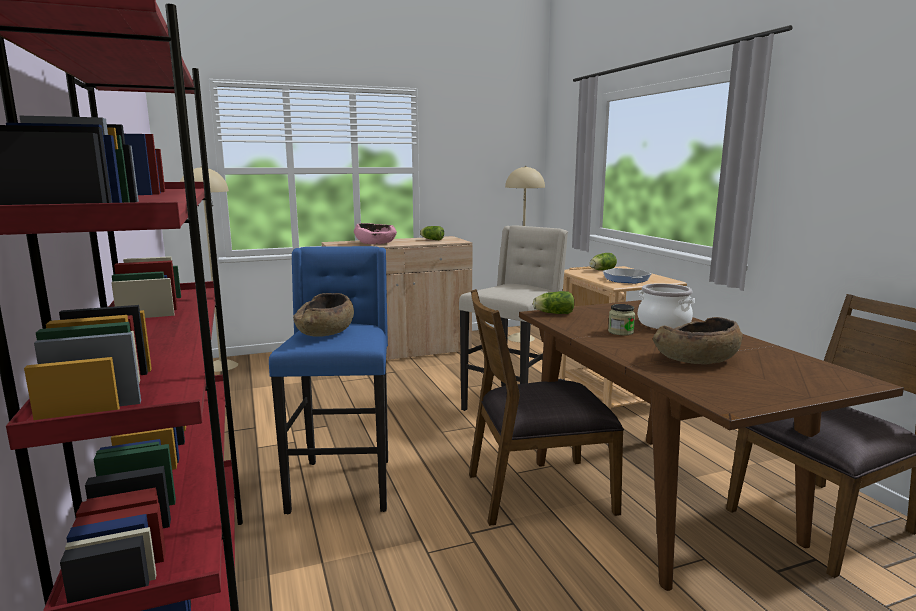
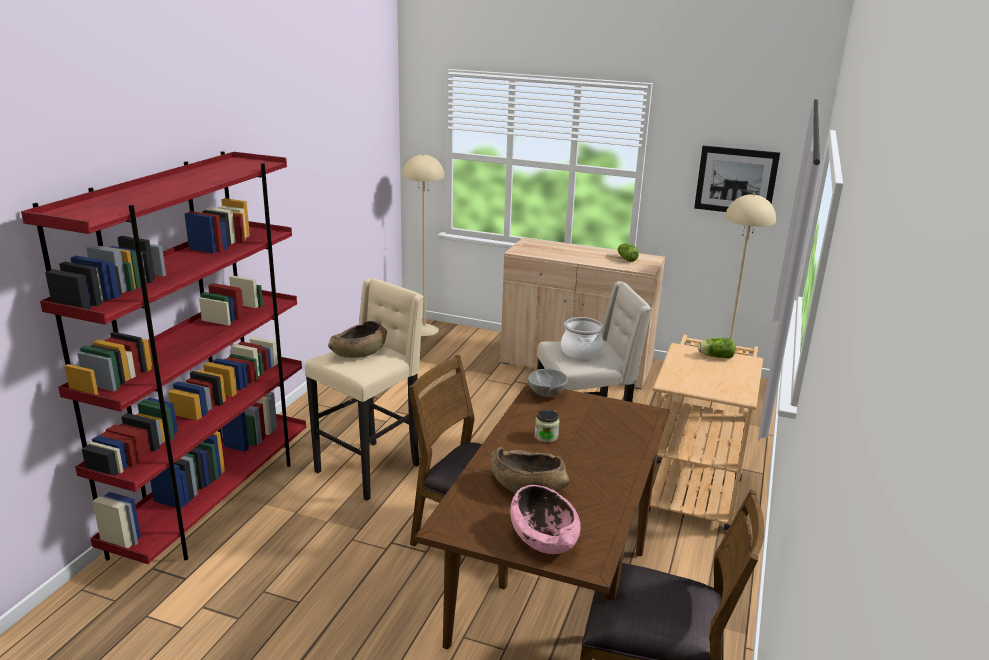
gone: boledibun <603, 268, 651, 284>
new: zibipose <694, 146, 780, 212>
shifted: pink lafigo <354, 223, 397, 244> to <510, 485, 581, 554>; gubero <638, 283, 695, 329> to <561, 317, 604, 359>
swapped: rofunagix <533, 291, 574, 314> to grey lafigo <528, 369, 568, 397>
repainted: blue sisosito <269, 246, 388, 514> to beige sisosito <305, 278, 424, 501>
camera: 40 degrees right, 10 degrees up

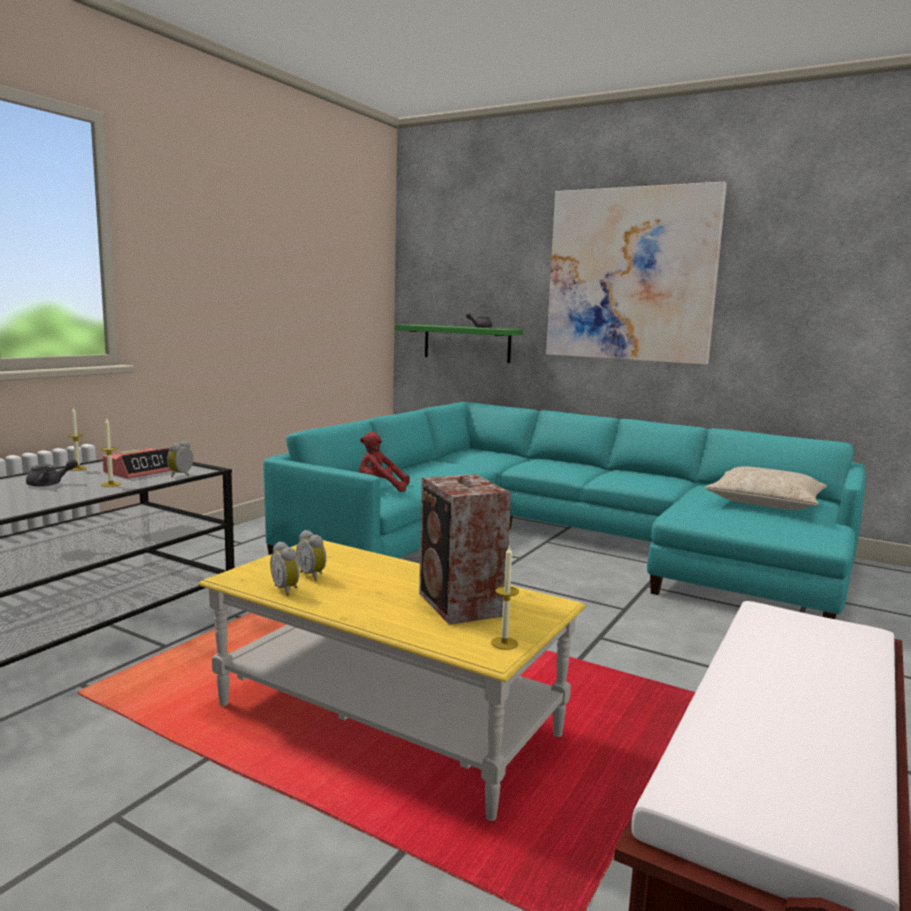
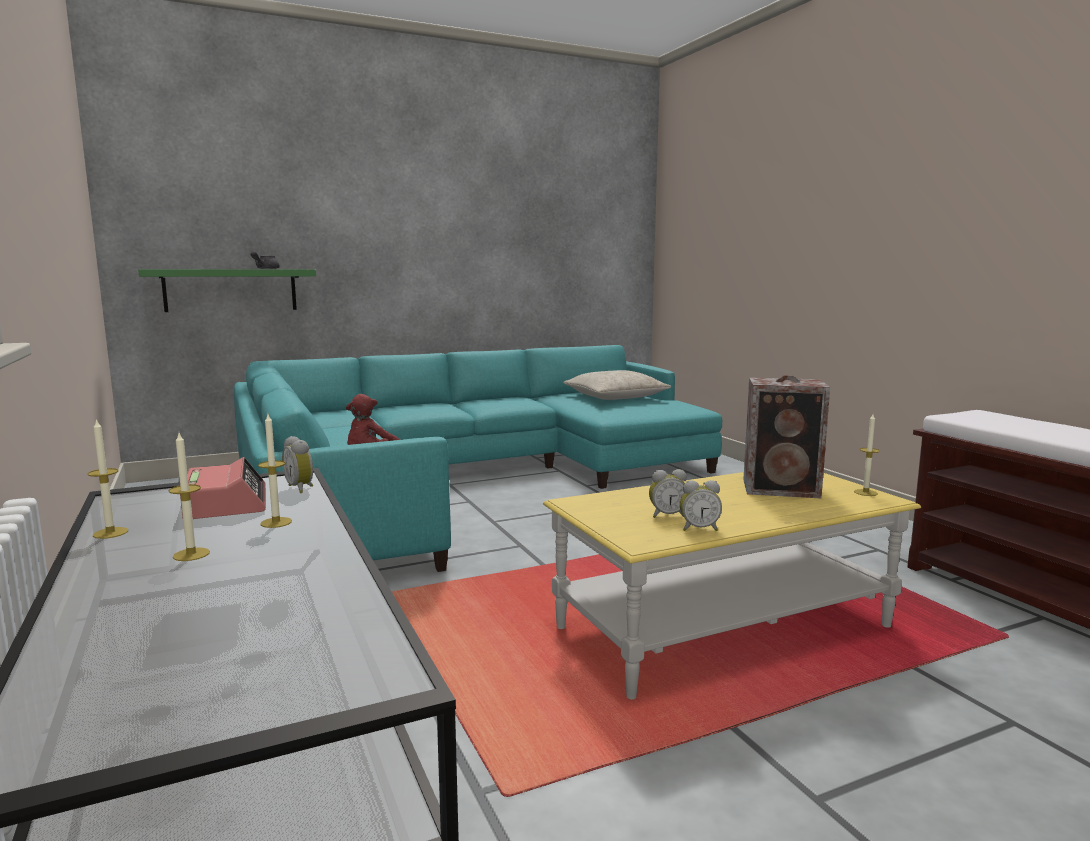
gone: zibipose <546, 182, 727, 365>
swapped: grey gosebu <26, 459, 78, 487> to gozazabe <168, 433, 210, 561>
camera: 55 degrees left, 0 degrees up

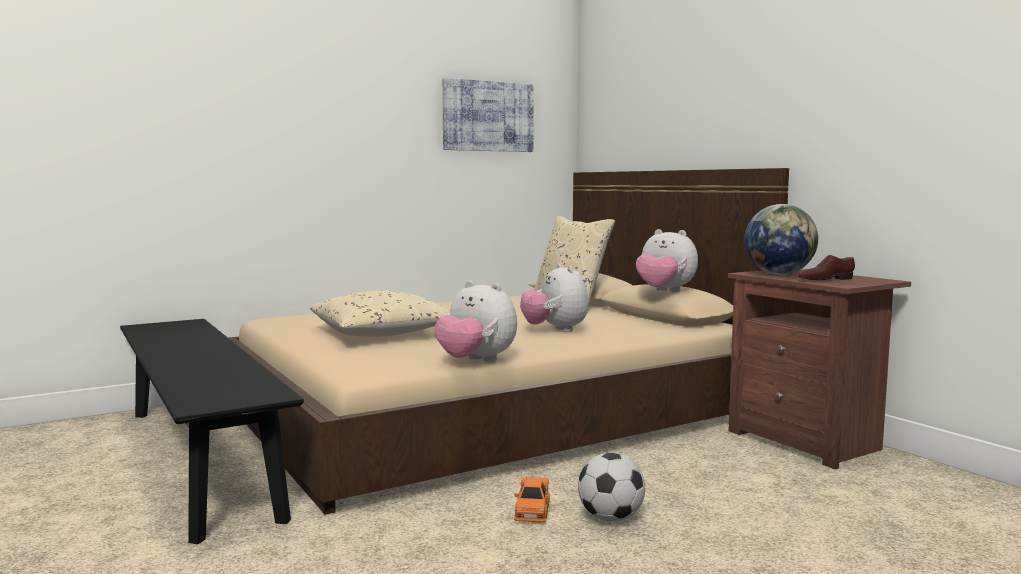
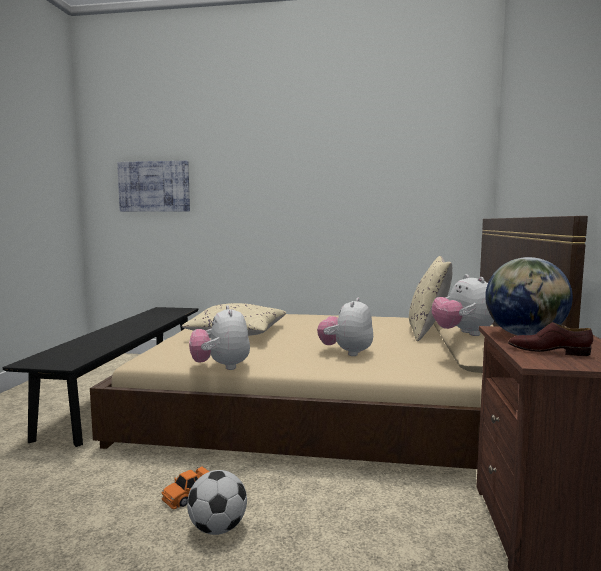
shifted: zibipose <442, 78, 534, 152> to <117, 161, 190, 212>
camera: 40 degrees right, 0 degrees up

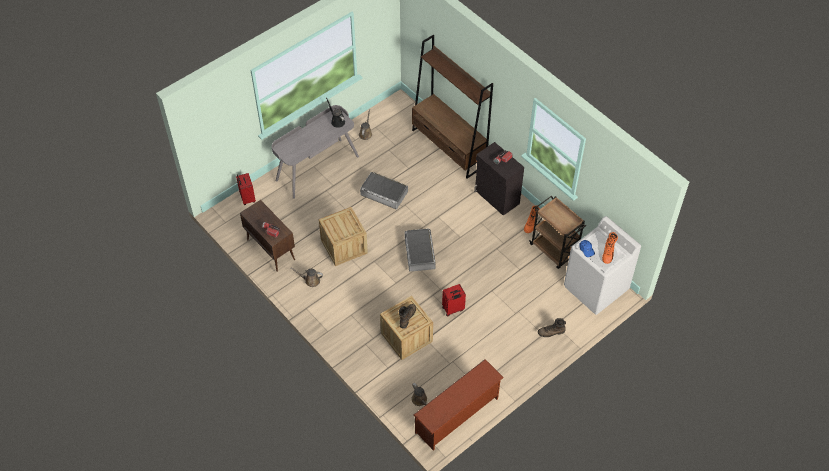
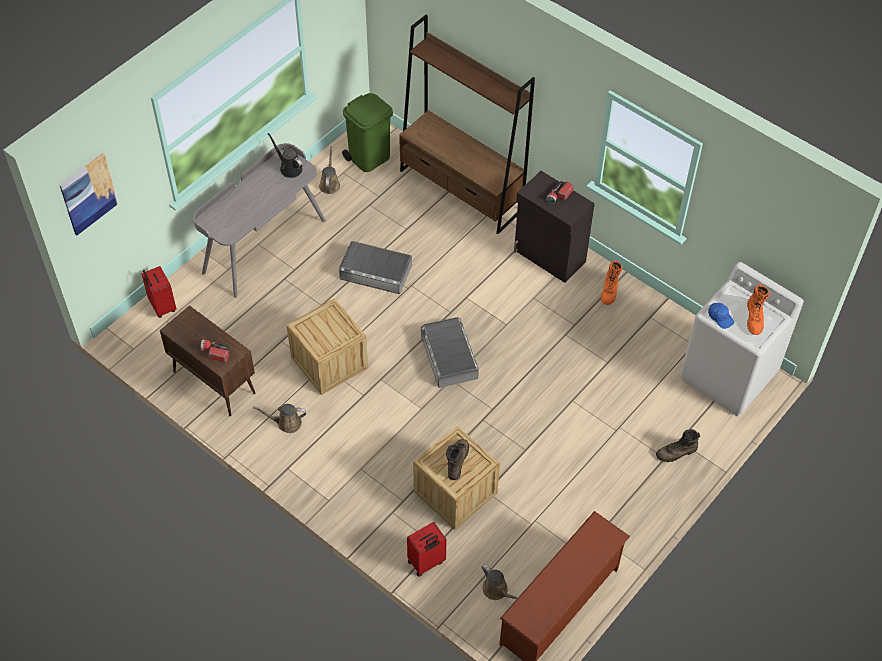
gone: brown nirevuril <529, 196, 586, 269>
new: zibipose <59, 153, 118, 235>; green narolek <342, 93, 393, 172>
shifted: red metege <442, 284, 466, 317> to <407, 522, 447, 577>
camera: 10 degrees left, 0 degrees up

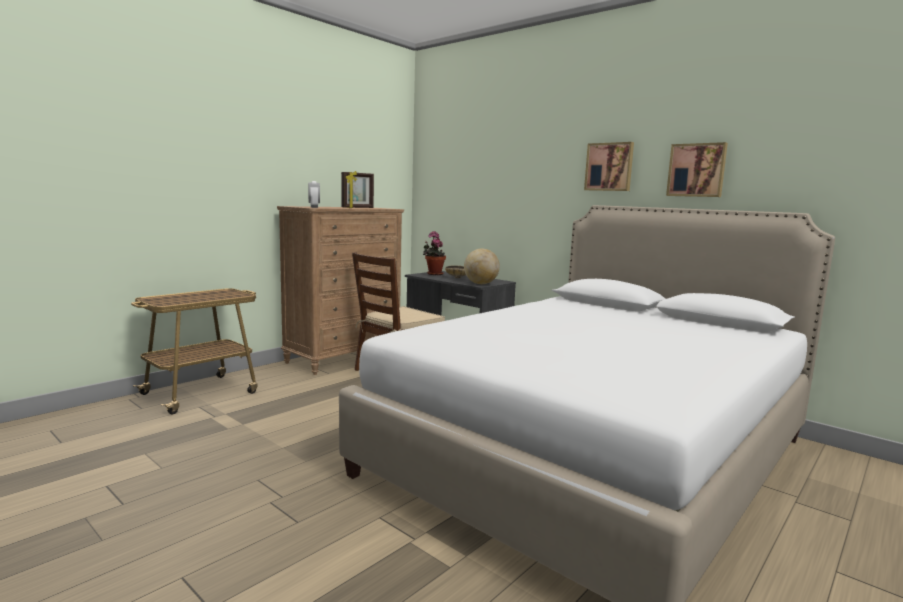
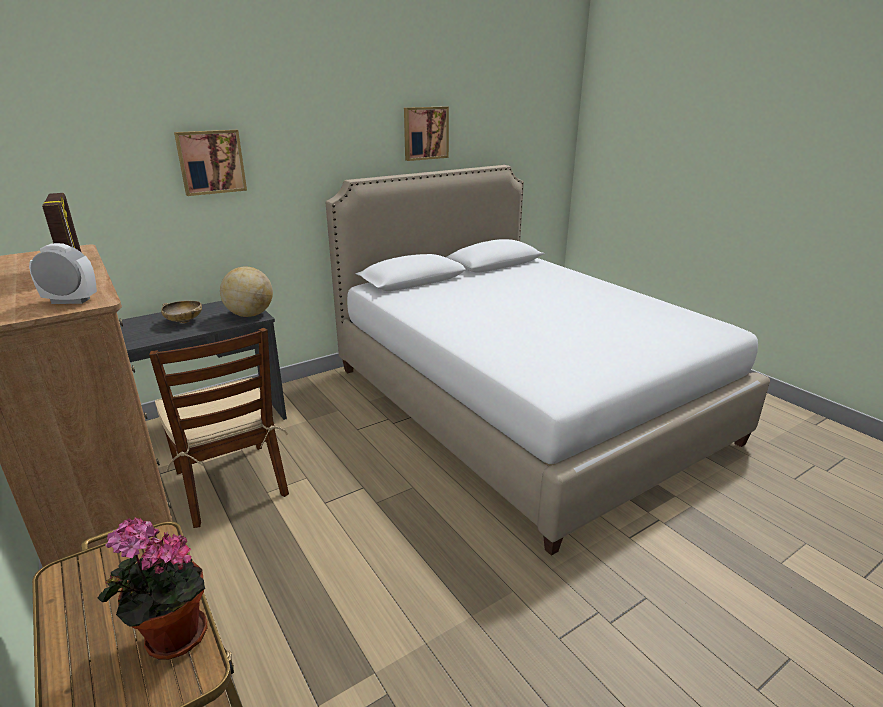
shifted: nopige <423, 231, 446, 275> to <98, 517, 208, 660>; zibipose <584, 142, 634, 191> to <174, 130, 247, 196>
camera: 75 degrees left, 15 degrees up

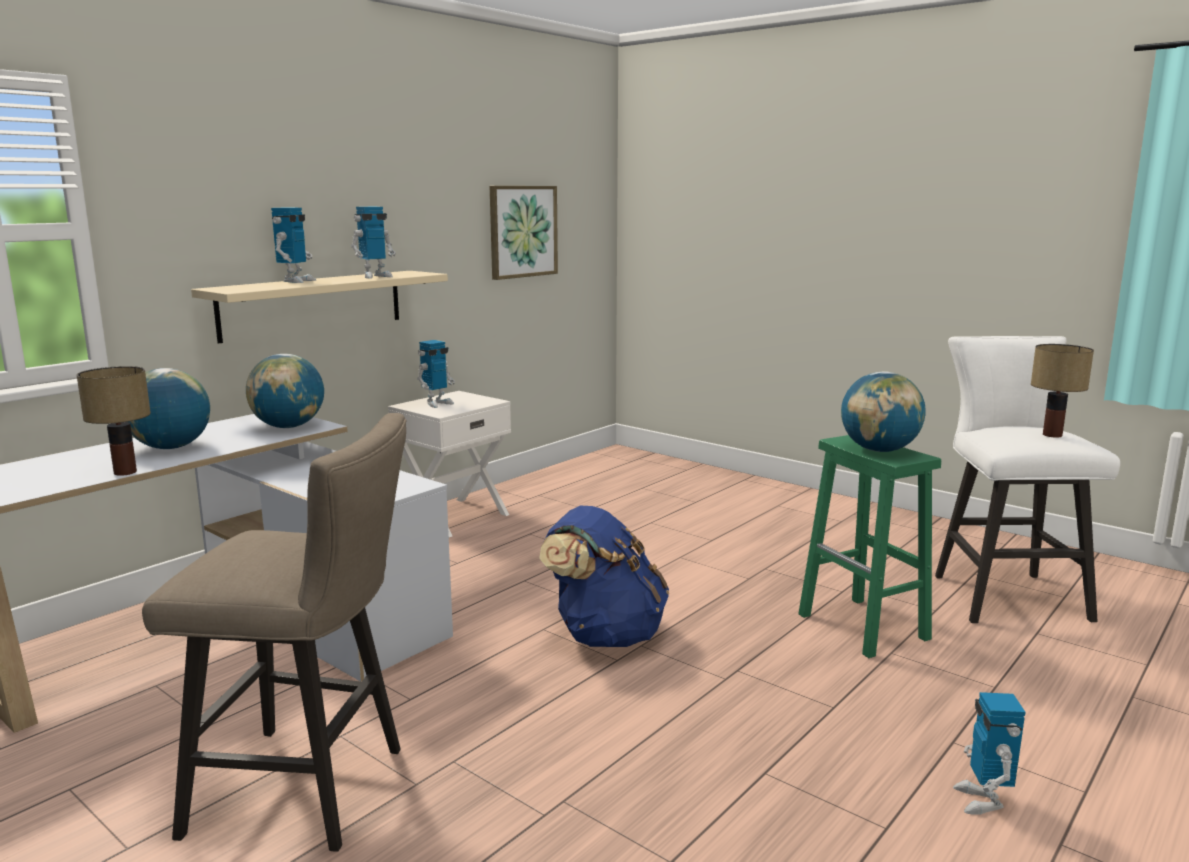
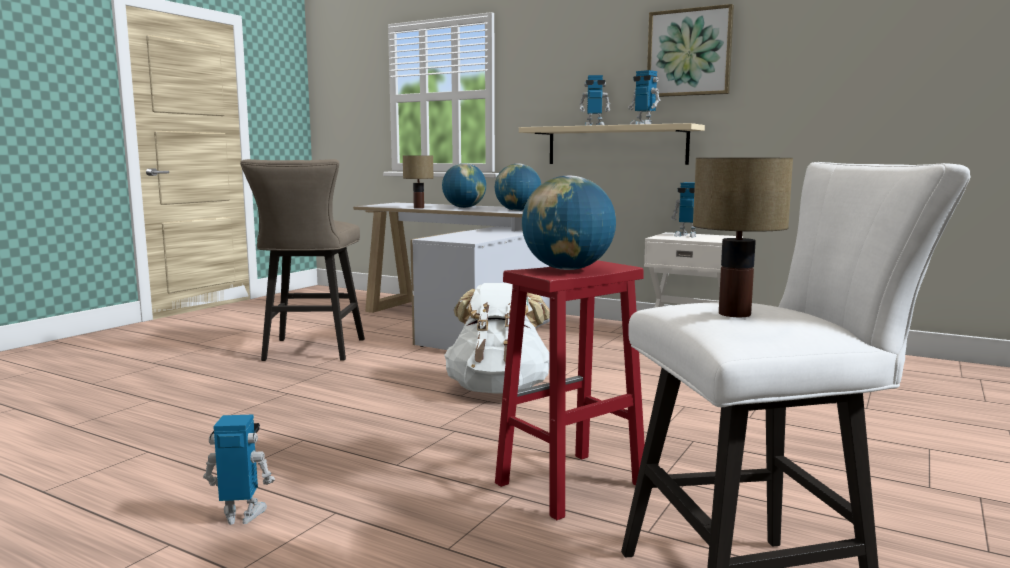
shifted: zibipose <490, 186, 558, 280> to <647, 4, 734, 97>
repainted: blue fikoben <539, 506, 669, 647> to white fikoben <444, 283, 550, 393>; green sisosito <798, 435, 941, 658> to red sisosito <495, 260, 645, 520>
camera: 80 degrees right, 5 degrees down

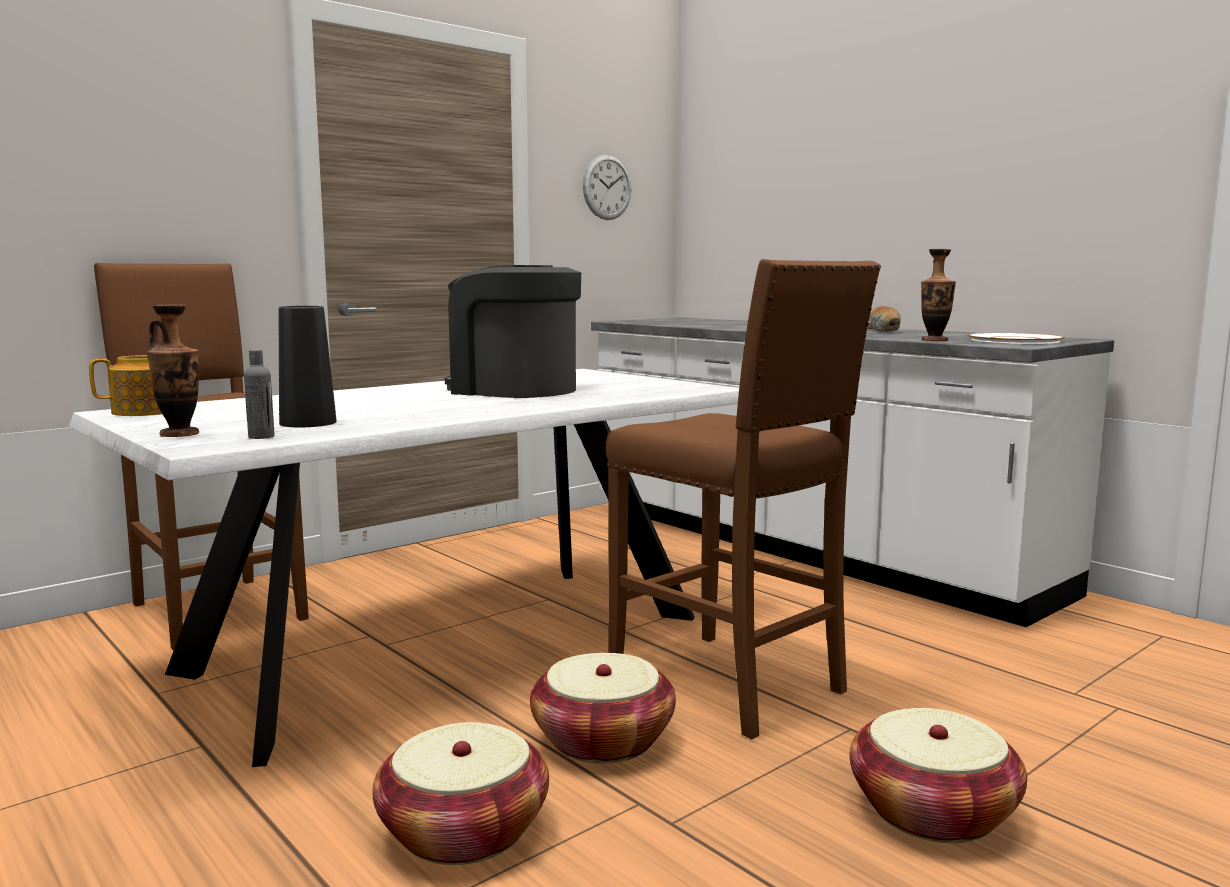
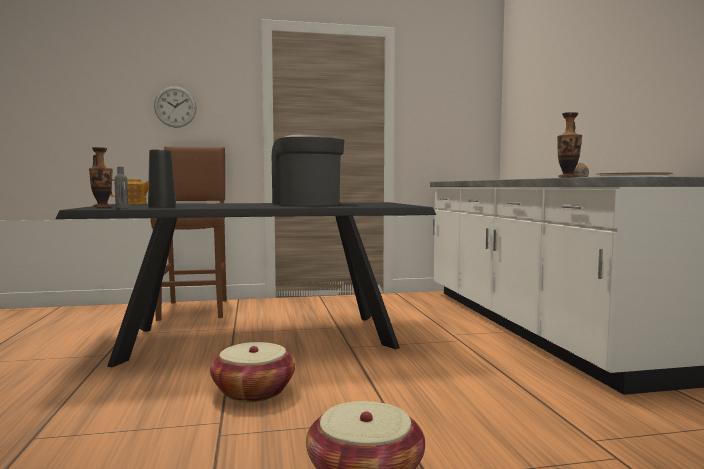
gone: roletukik <372, 722, 549, 865>; brown sisosito <606, 259, 881, 739>
shifted: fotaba <583, 155, 631, 220> to <154, 86, 197, 128>
repainted: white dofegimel <69, 369, 739, 767> to black dofegimel <56, 202, 436, 367>
camera: 30 degrees right, 5 degrees down

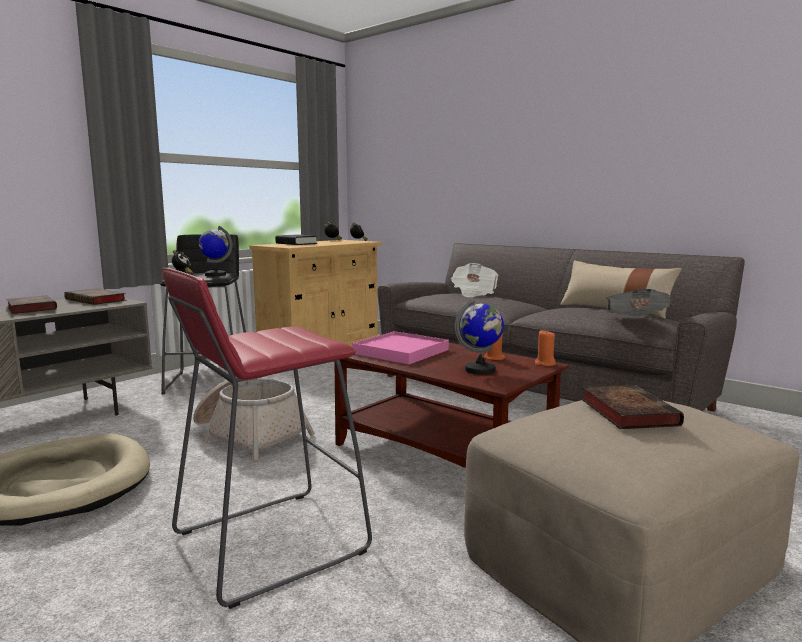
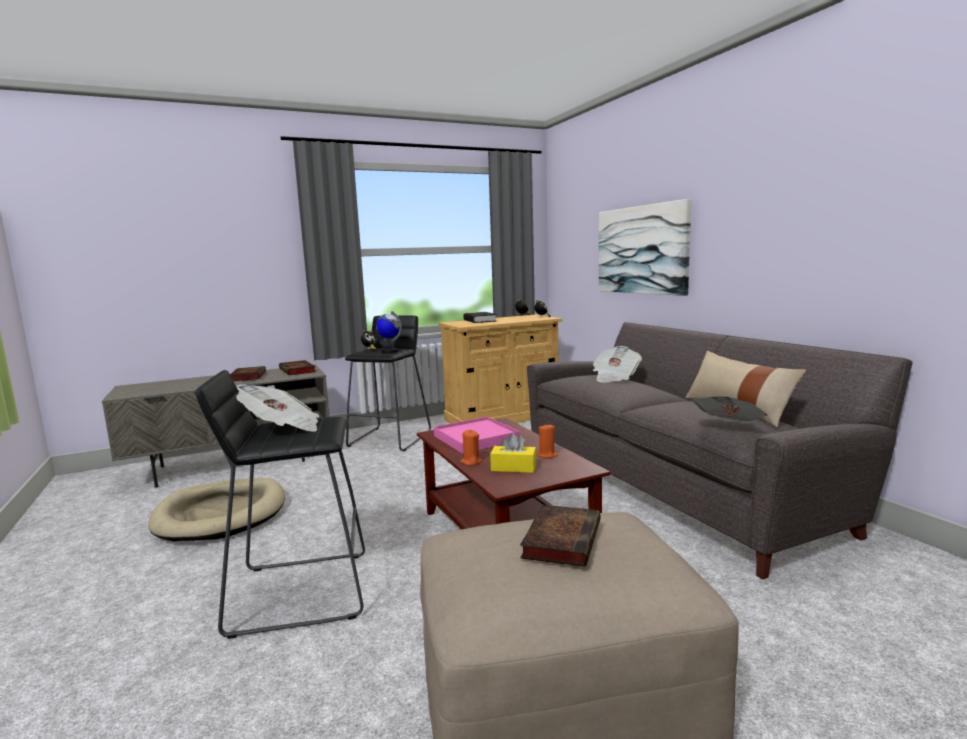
gone: roletukik <193, 376, 315, 460>
new: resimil <236, 384, 319, 431>; zibipose <599, 199, 691, 296>
shifted: orange gozazabe <534, 330, 556, 366> to <460, 430, 482, 465>
swapped: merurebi <455, 298, 504, 375> to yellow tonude <490, 433, 537, 473>
repainted: red sisosito <162, 268, 372, 609> to black sisosito <196, 370, 365, 639>
camera: 25 degrees right, 0 degrees up

